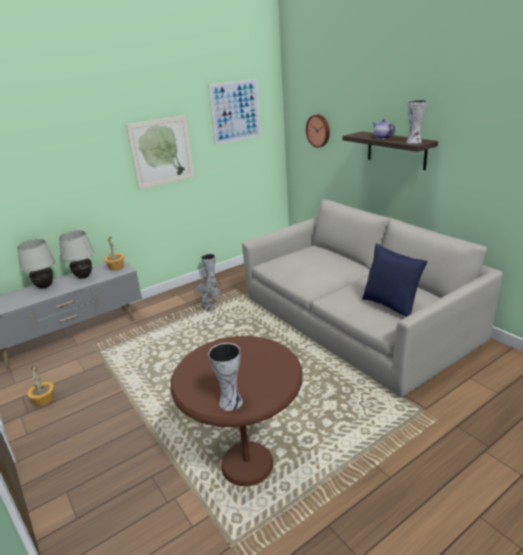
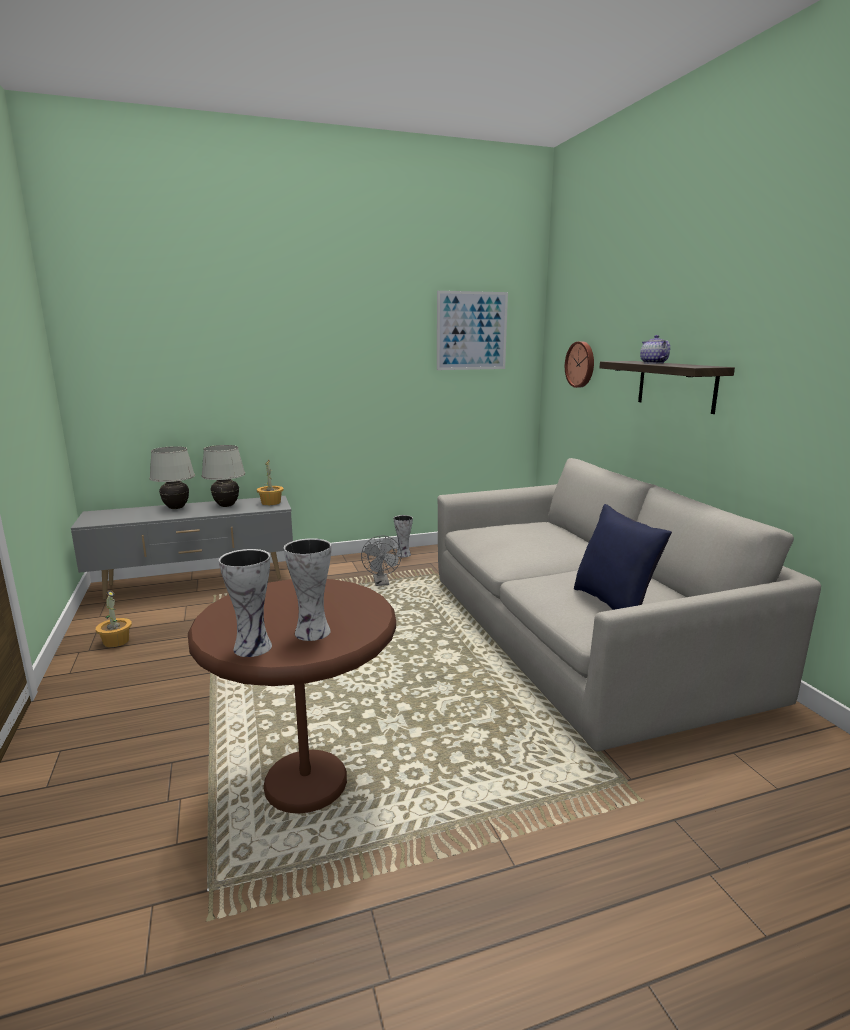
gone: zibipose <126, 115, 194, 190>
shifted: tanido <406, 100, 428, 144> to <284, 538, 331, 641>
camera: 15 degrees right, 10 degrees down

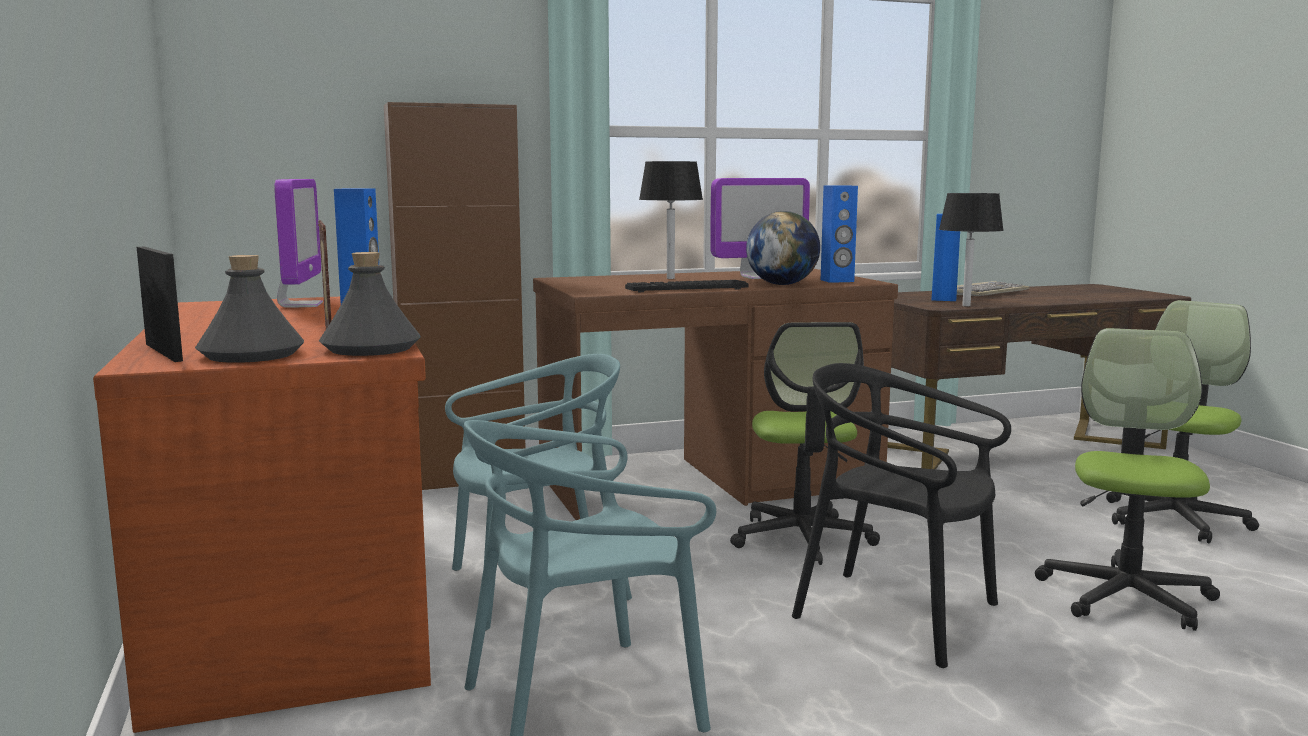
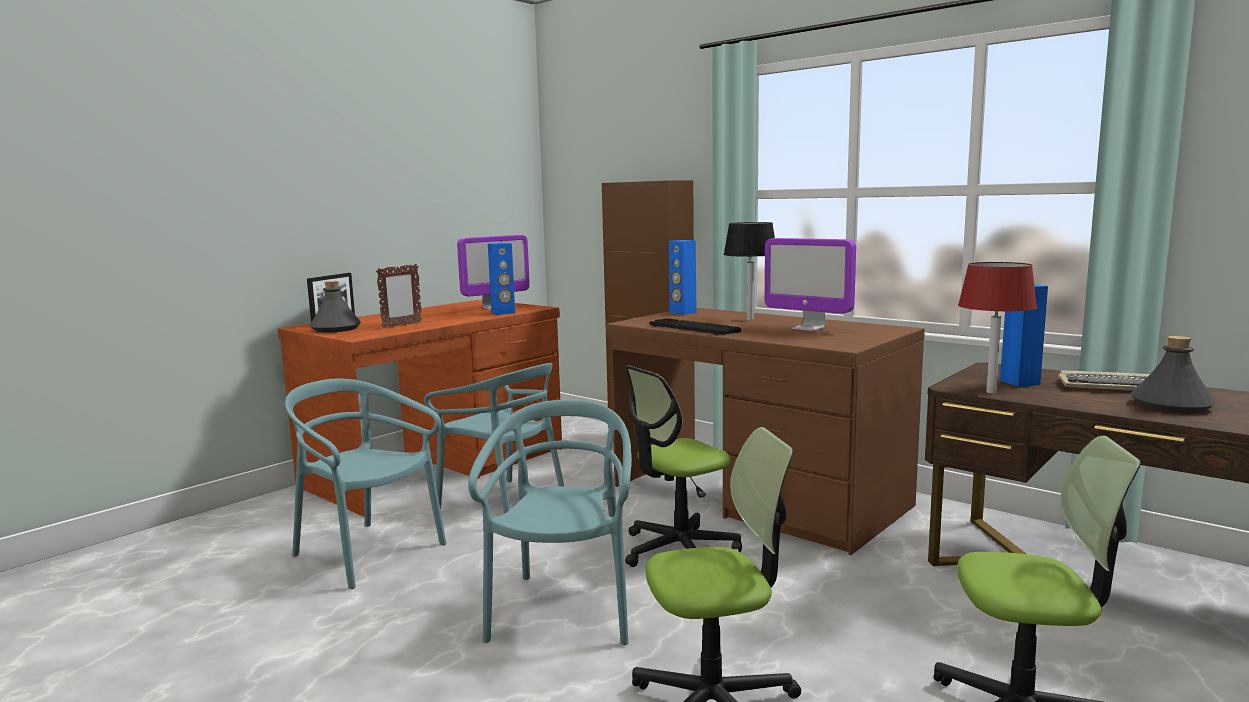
gone: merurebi <746, 211, 820, 285>
shifted: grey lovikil <319, 252, 420, 356> to <1131, 336, 1217, 413>; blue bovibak <821, 186, 858, 283> to <669, 240, 697, 315>
repainted: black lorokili <792, 363, 1011, 668> to turquoise lorokili <468, 400, 632, 646>; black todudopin <939, 193, 1004, 306> to red todudopin <958, 262, 1037, 394>
camera: 60 degrees right, 0 degrees up

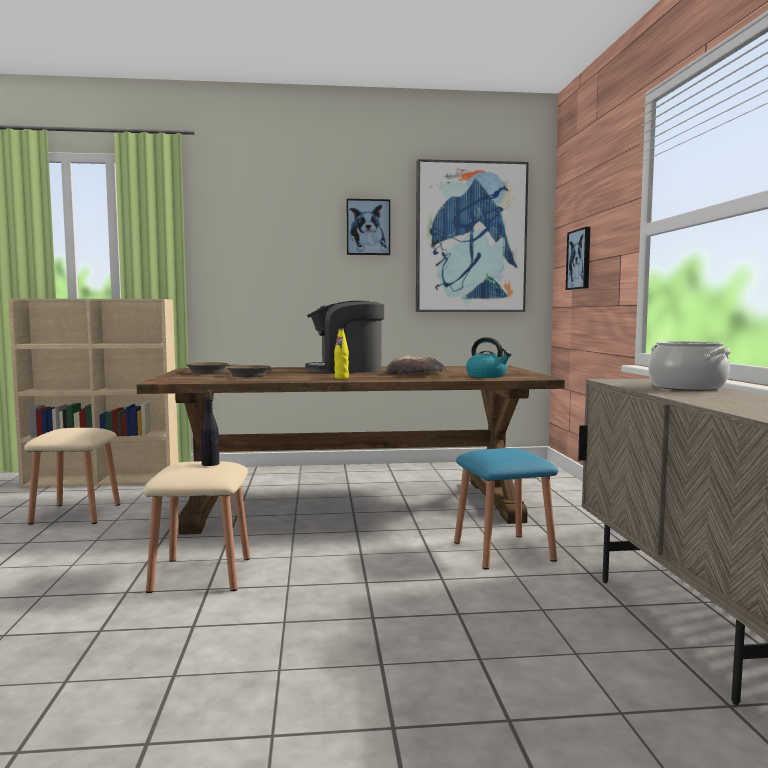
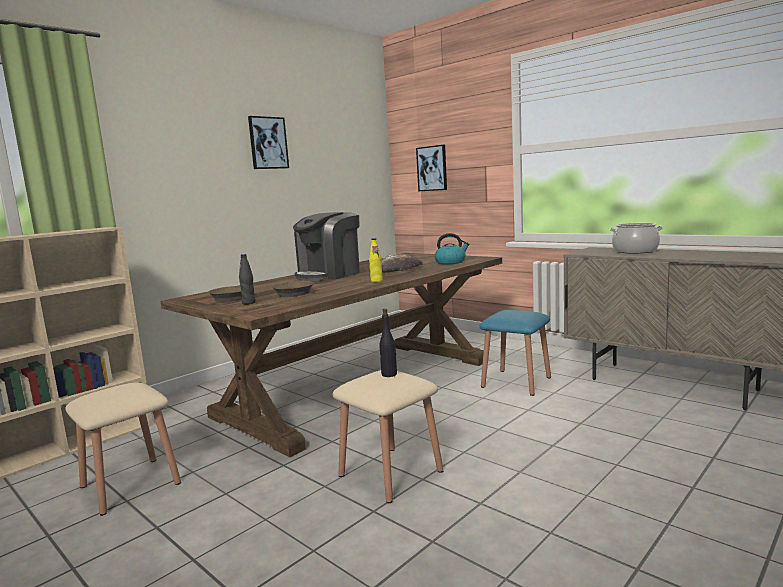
gone: zibipose <416, 159, 529, 312>
new: black lovikil <239, 254, 256, 304>
camera: 40 degrees left, 5 degrees up

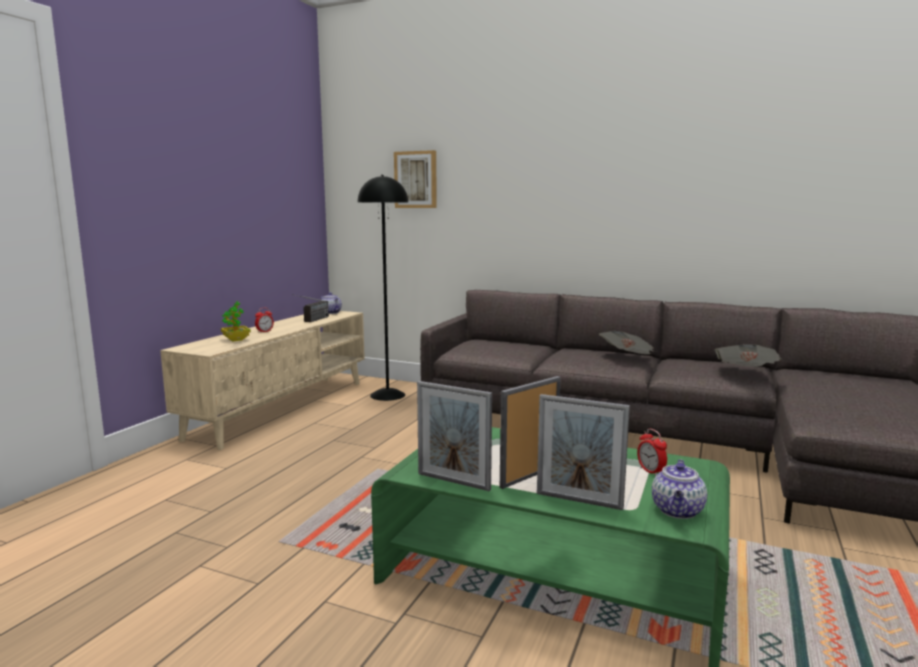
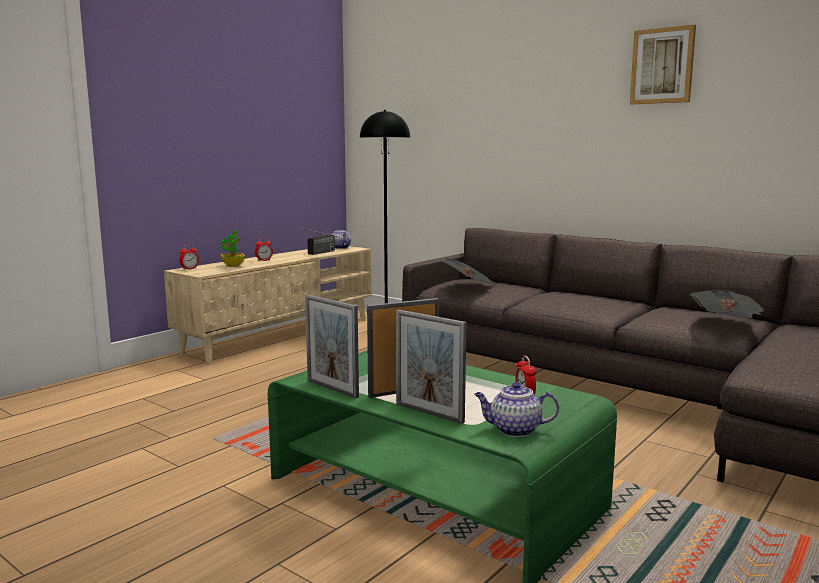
new: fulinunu <179, 244, 199, 270>
shifted: zibipose <394, 150, 437, 208> to <630, 24, 696, 104>; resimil <599, 331, 654, 354> to <442, 258, 497, 285>
rotated: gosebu <652, 460, 707, 519> = <474, 382, 559, 437> 60 degrees clockwise
camera: 15 degrees right, 0 degrees up

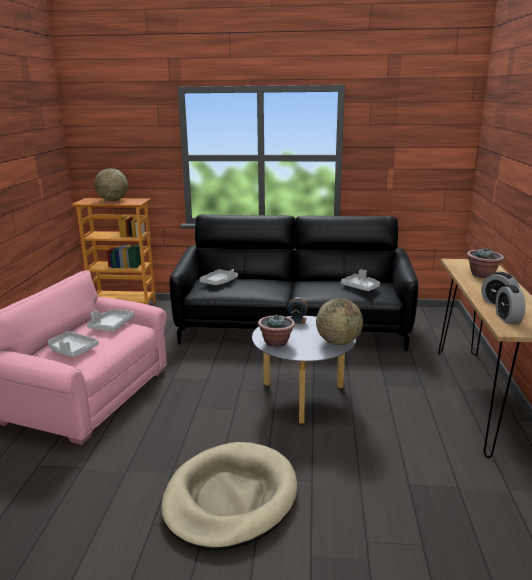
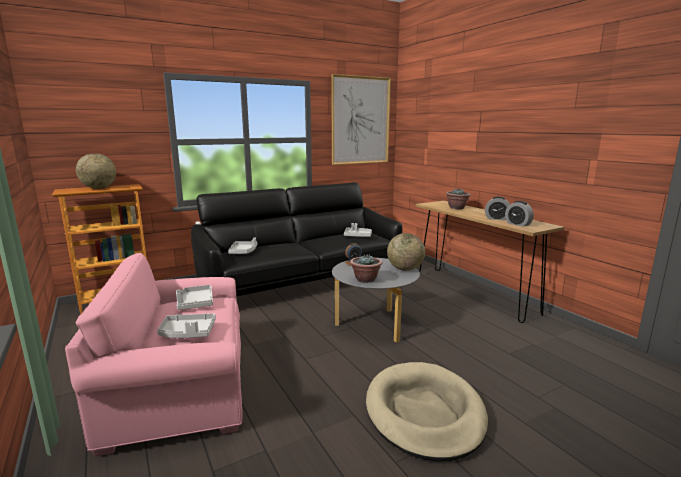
new: zibipose <331, 74, 391, 165>
camera: 35 degrees left, 5 degrees down

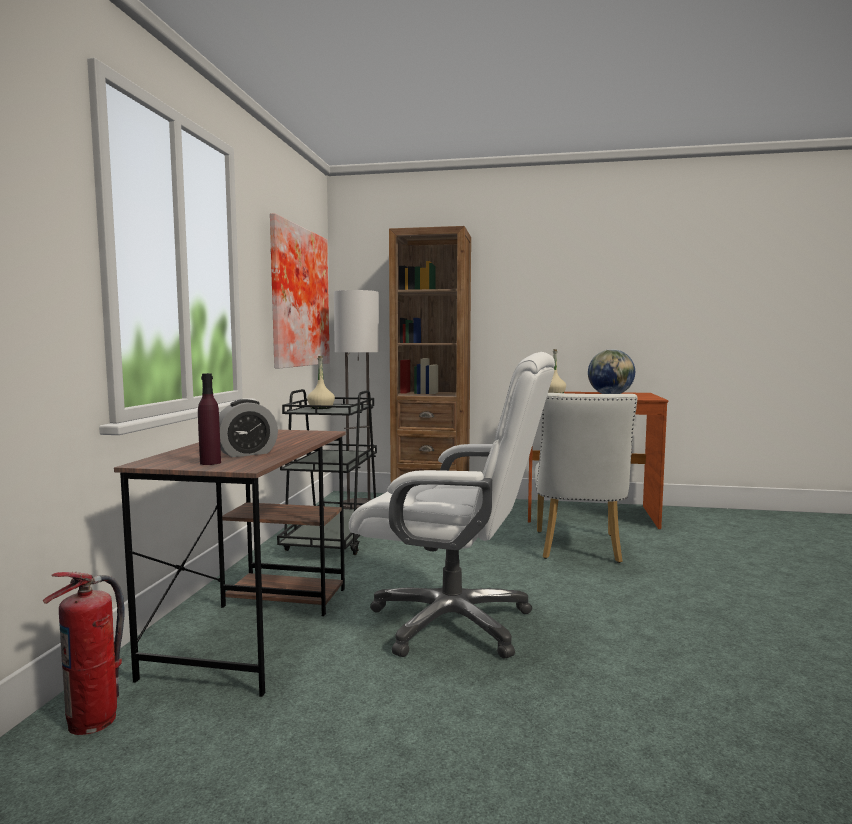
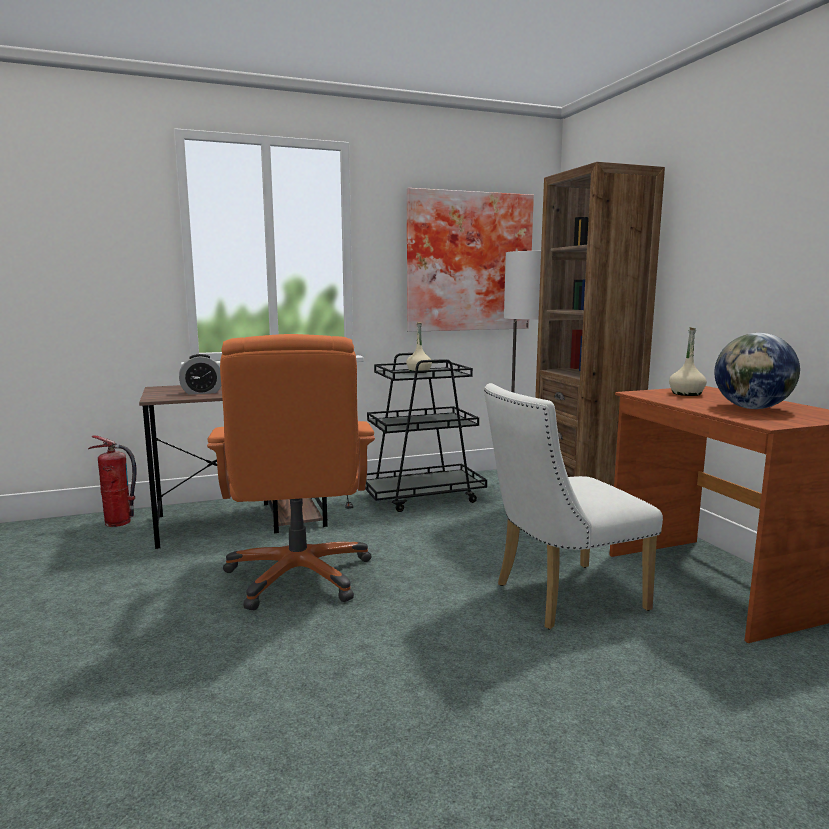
gone: purple lovikil <198, 373, 221, 465>
repainted: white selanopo <349, 352, 555, 658> to orange selanopo <207, 334, 375, 610>
rotated: fulinunu <219, 399, 278, 457> = <179, 354, 221, 395> 45 degrees counterclockwise
camera: 60 degrees right, 5 degrees up

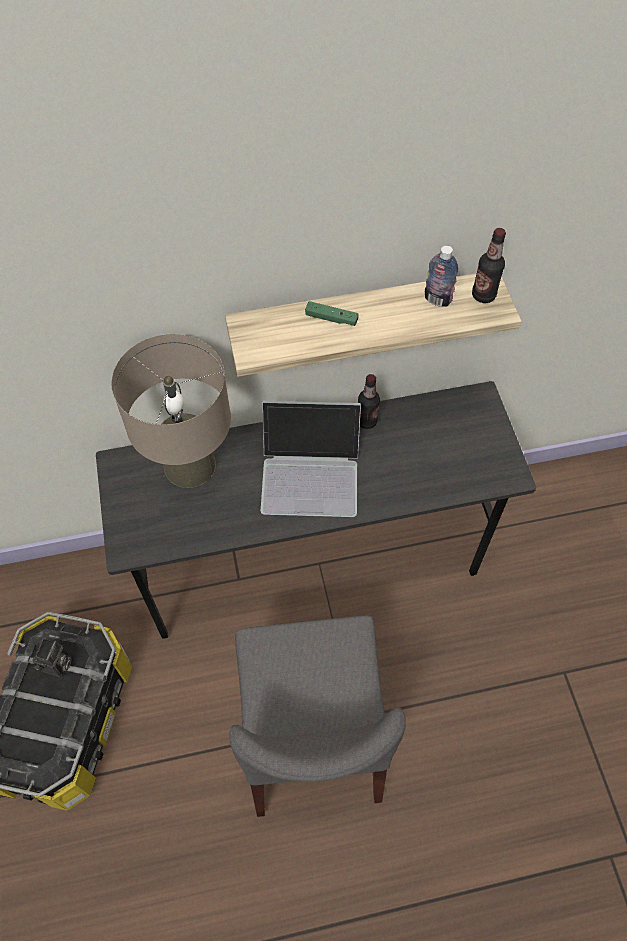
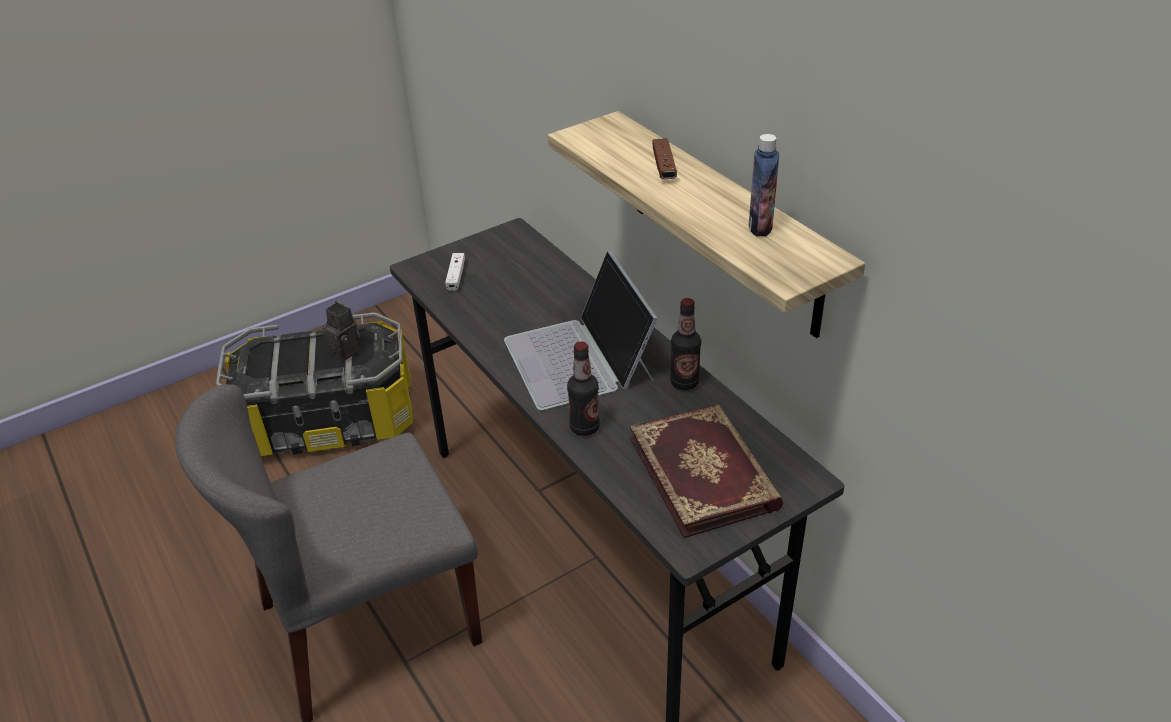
gone: beige todudopin <111, 334, 231, 488>
new: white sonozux <445, 253, 465, 291>; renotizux <630, 404, 783, 538>
shifted: lovikil <472, 228, 506, 303> to <567, 342, 600, 436>
repainted: green sonozux <305, 301, 359, 326> to brown sonozux <653, 138, 677, 179>
rotated: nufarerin <33, 638, 72, 677> = <323, 301, 361, 361> 135 degrees counterclockwise
camera: 70 degrees right, 20 degrees down

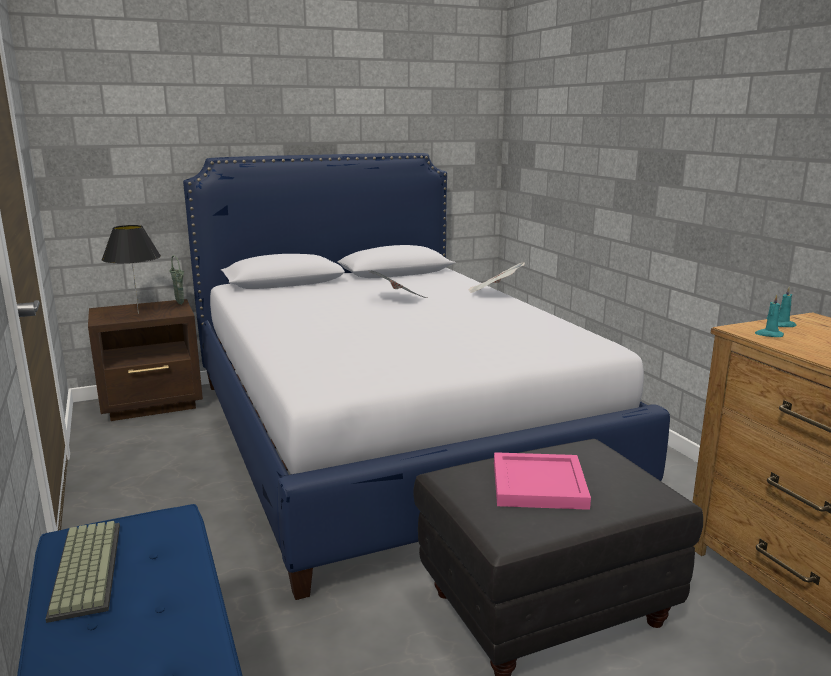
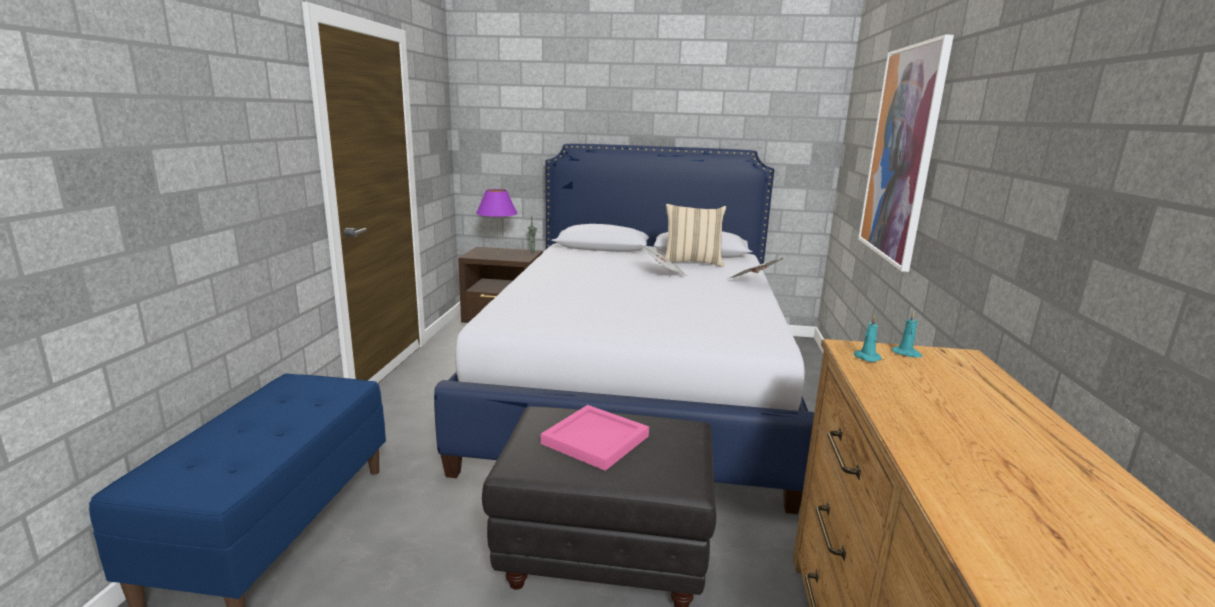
gone: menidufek <46, 521, 120, 623>
new: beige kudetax <665, 204, 726, 267>; zibipose <858, 35, 954, 272>
repainted: black todudopin <102, 225, 161, 314> to purple todudopin <476, 189, 518, 245>
camera: 30 degrees right, 0 degrees up

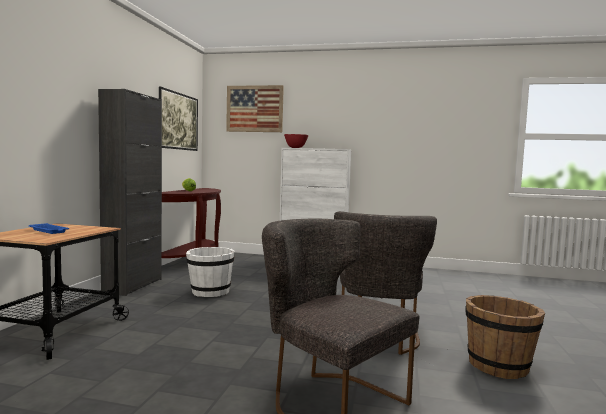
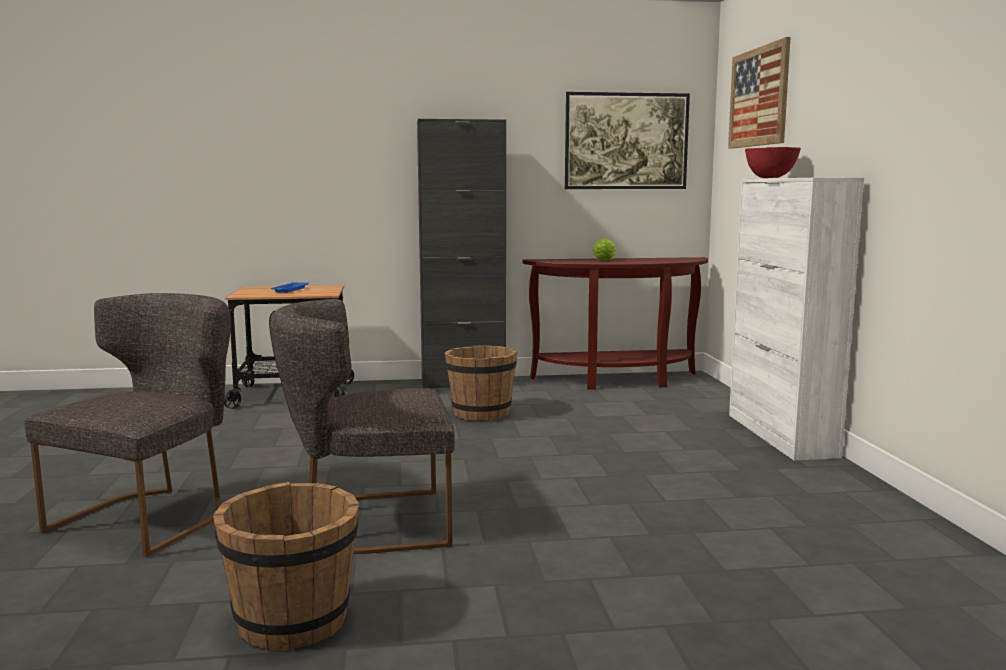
repainted: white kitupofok <186, 247, 235, 297> to brown kitupofok <445, 345, 517, 421>
camera: 70 degrees right, 5 degrees up

